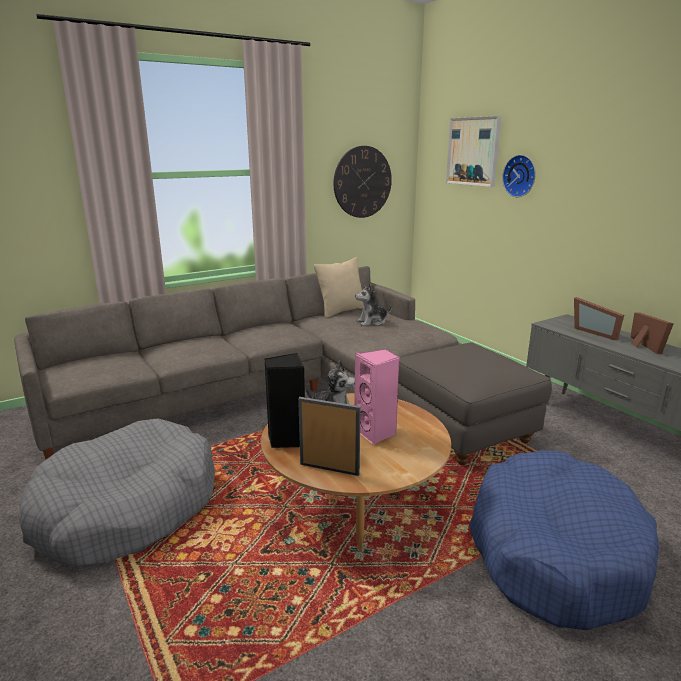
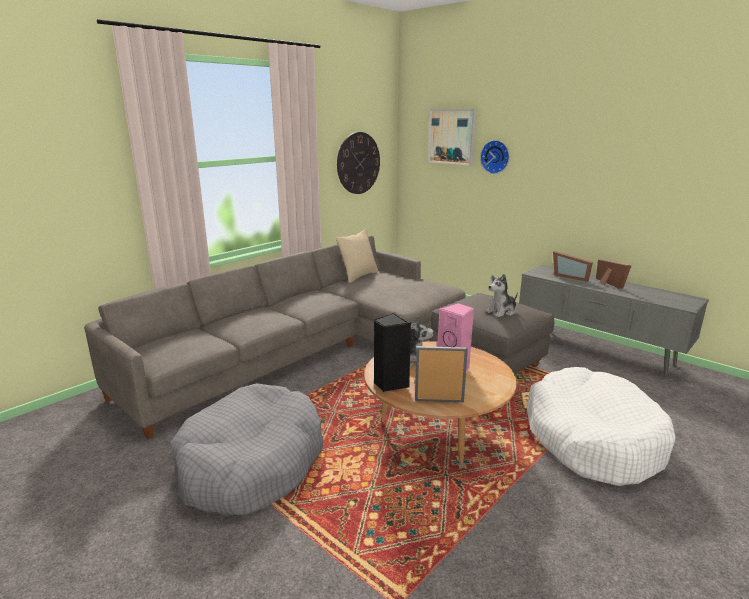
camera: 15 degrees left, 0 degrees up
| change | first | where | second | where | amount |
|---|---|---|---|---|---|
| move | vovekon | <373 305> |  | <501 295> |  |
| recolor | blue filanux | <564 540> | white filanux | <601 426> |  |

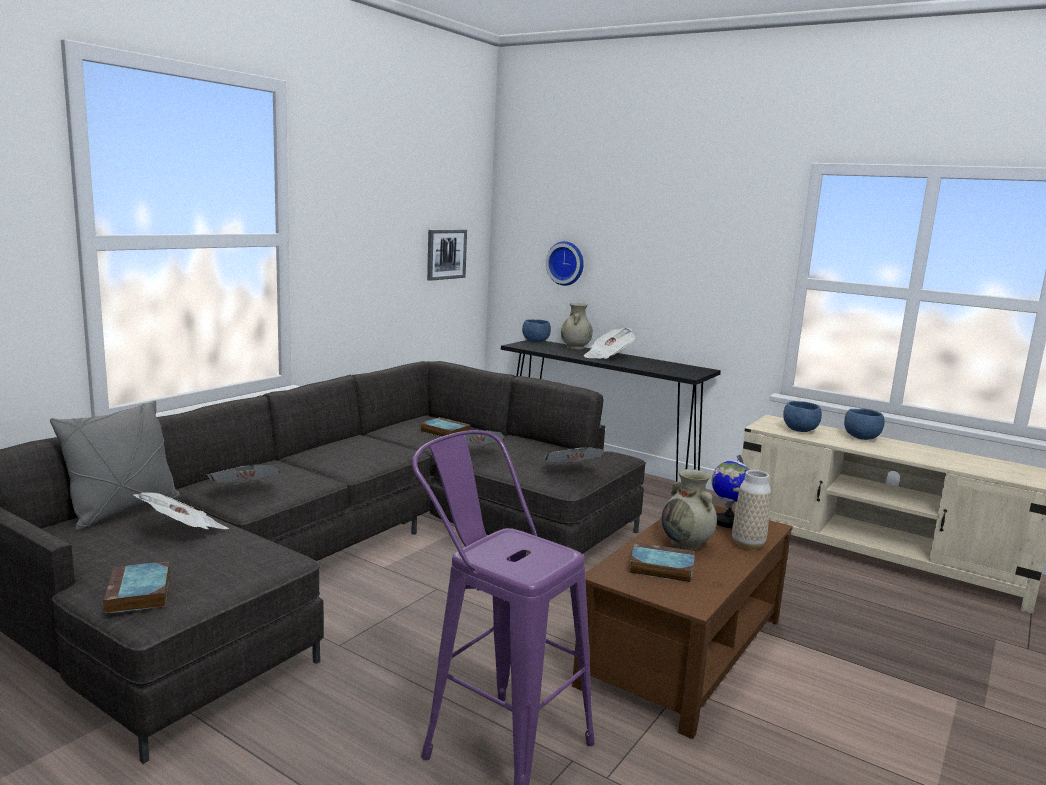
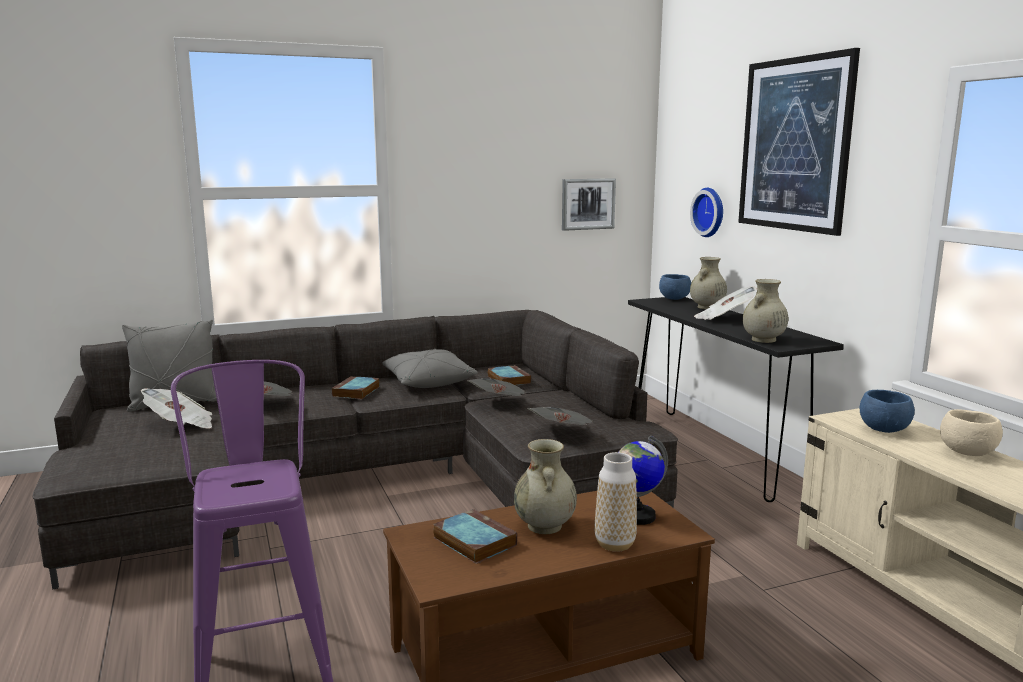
camera: 35 degrees right, 0 degrees up
| change | first | where | second | where | amount |
|---|---|---|---|---|---|
| move | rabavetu | <136 587> |  | <356 387> |  |
| recolor | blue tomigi | <864 424> | beige tomigi | <971 432> |  |
| insert |  |  | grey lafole | <430 368> |  |
| insert |  |  | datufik | <799 142> |  |
| insert |  |  | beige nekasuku | <765 311> |  |

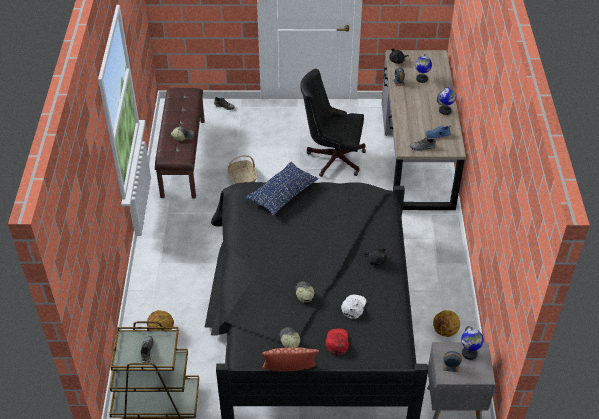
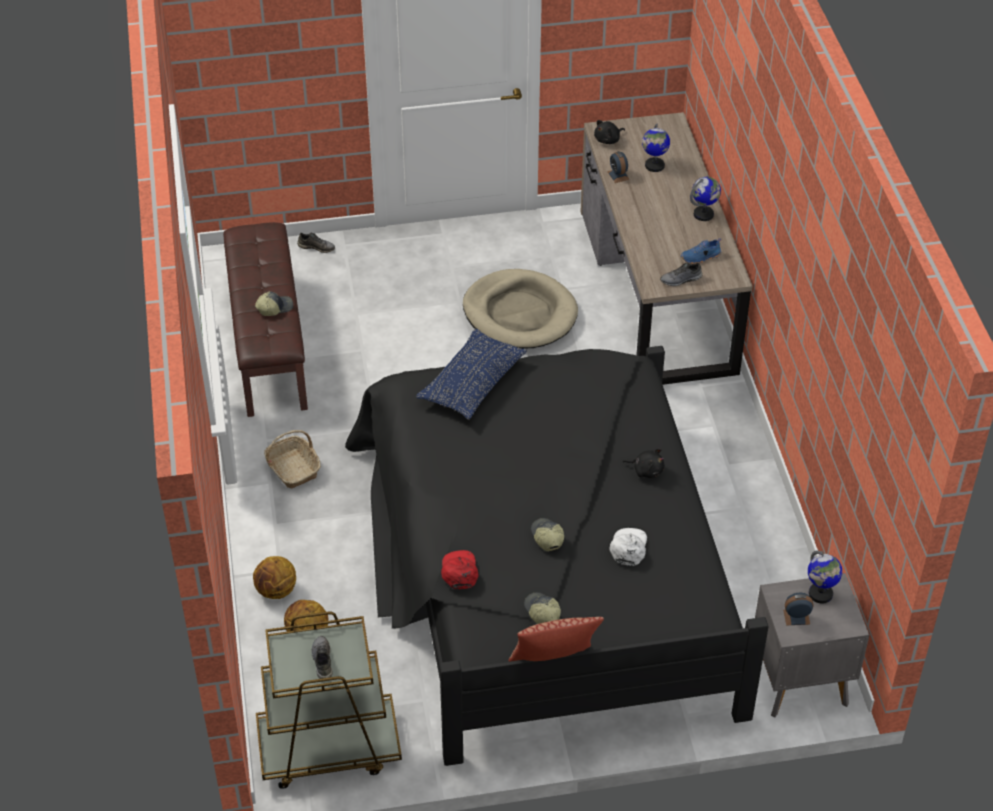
camera: 10 degrees left, 0 degrees up
| change | first | where | second | where | amount |
|---|---|---|---|---|---|
| move | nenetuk | <243 169> |  | <292 459> |  |
| replace | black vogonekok | <333 123> | beige filanux | <520 308> |  |
| move | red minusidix | <337 342> |  | <460 569> |  |
| move | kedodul | <446 323> |  | <274 577> |  |

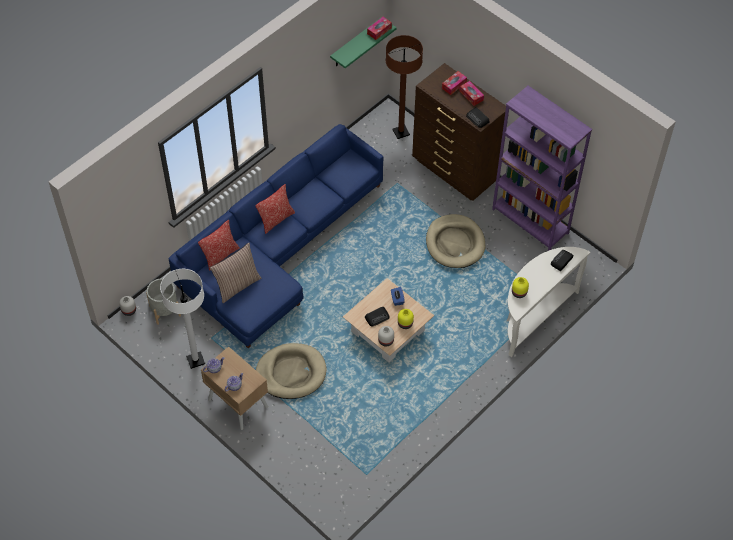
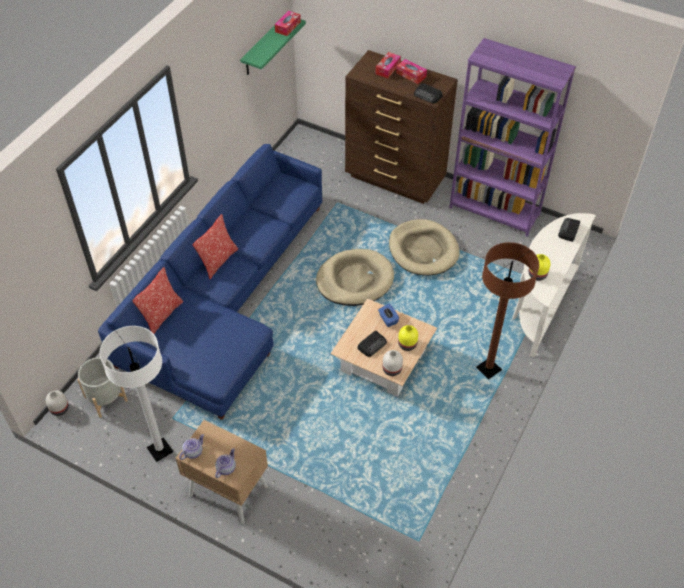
camera: 15 degrees left, 5 degrees down
| change | first | where | second | where | amount |
|---|---|---|---|---|---|
| delete | lafole | <236 273> |  |  |  |
| move | beige filanux | <291 371> |  | <355 277> |  |
| move | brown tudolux | <404 87> |  | <507 310> |  |

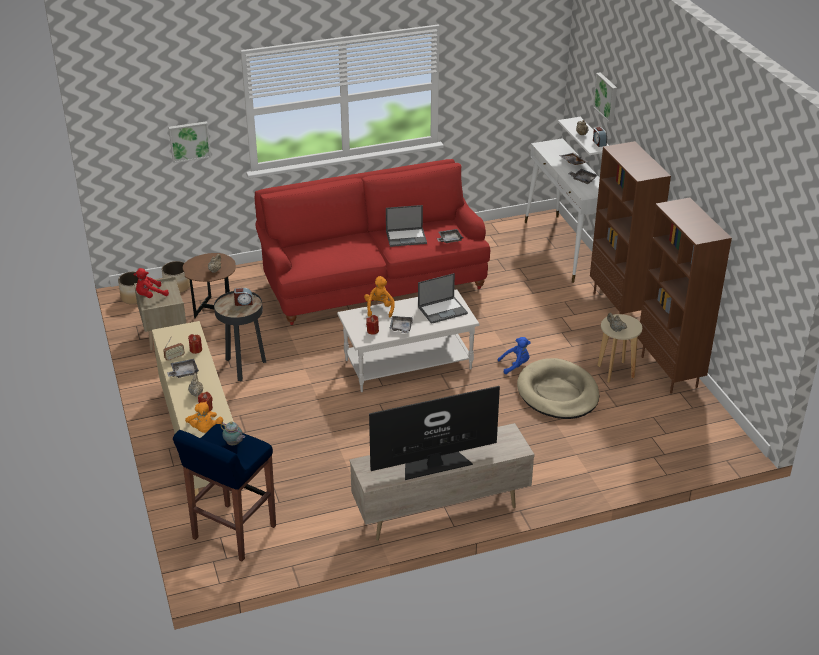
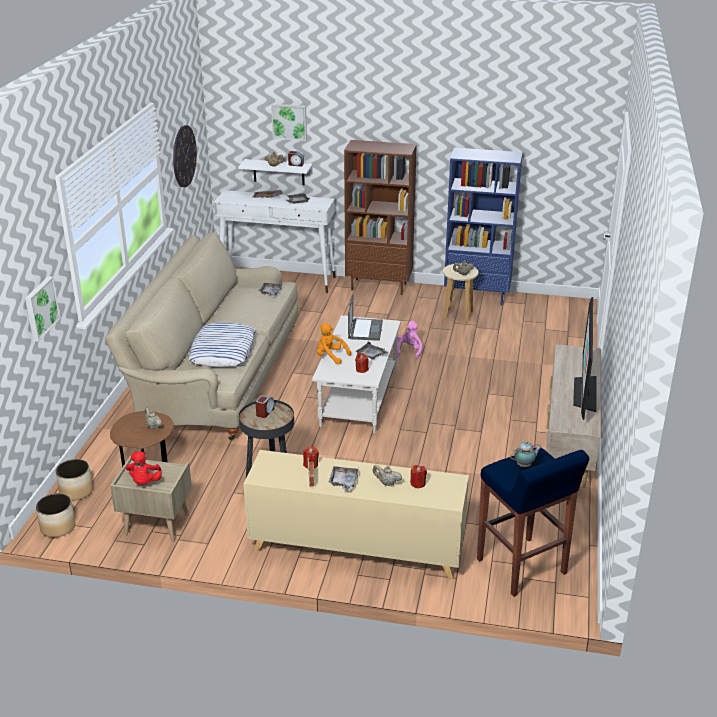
camera: 60 degrees left, 5 degrees down
| change | first | where | second | where | amount |
|---|---|---|---|---|---|
| delete | orange vovekon | <204 417> |  |  |  |
| recolor | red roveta | <372 242> | beige roveta | <201 336> |  |
| delete | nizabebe | <406 226> |  |  |  |
| recolor | blue vovekon | <514 355> | pink vovekon | <410 340> |  |
| delete | beige filanux | <558 388> |  |  |  |
| recolor | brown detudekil | <685 296> | blue detudekil | <483 227> |  |
| insert |  |  | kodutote | <185 156> |  |
| insert |  |  | lafole | <222 344> |  |

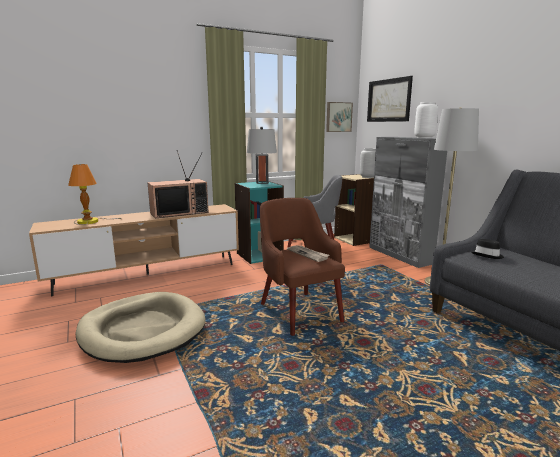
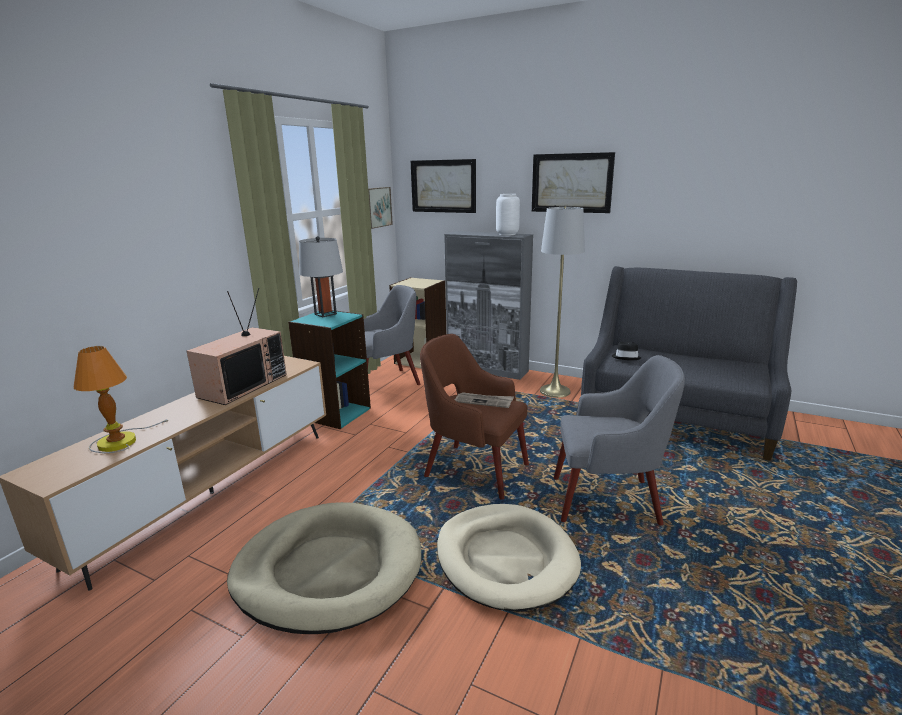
camera: 35 degrees left, 5 degrees up
| change | first | where | second | where | amount |
|---|---|---|---|---|---|
| delete | grey nekasuku | <368 163> |  |  |  |
| insert |  |  | beige filanux | <509 557> |  |
| insert |  |  | datufik | <573 182> |  |
| insert |  |  | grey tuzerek | <619 440> |  |

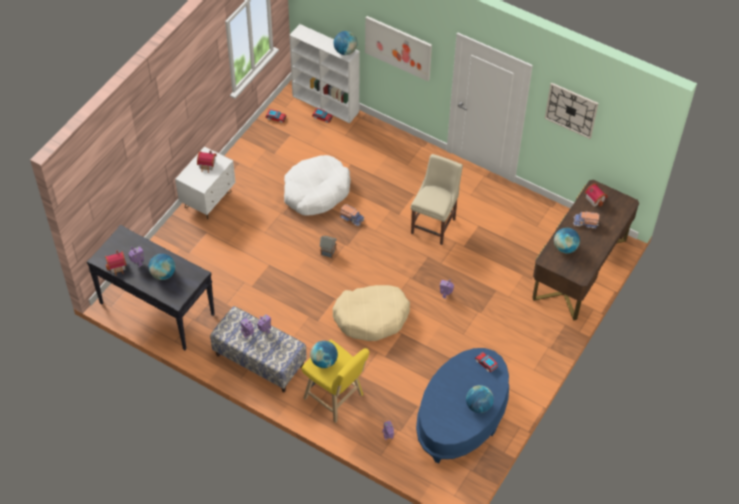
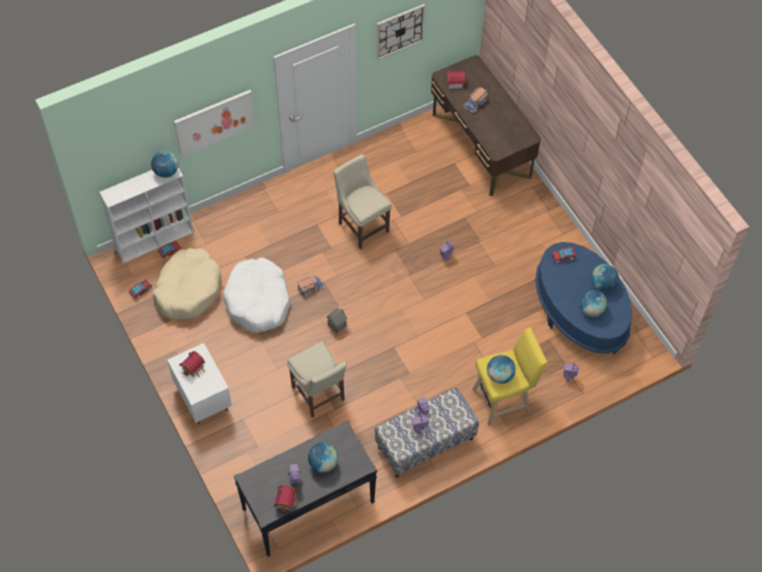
camera: 60 degrees left, 5 degrees up
| change | first | where | second | where | amount |
|---|---|---|---|---|---|
| move | beige filanux | <371 313> |  | <187 284> |  |
| move | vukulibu | <567 240> |  | <594 303> |  |
| insert |  |  | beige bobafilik | <317 379> |  |

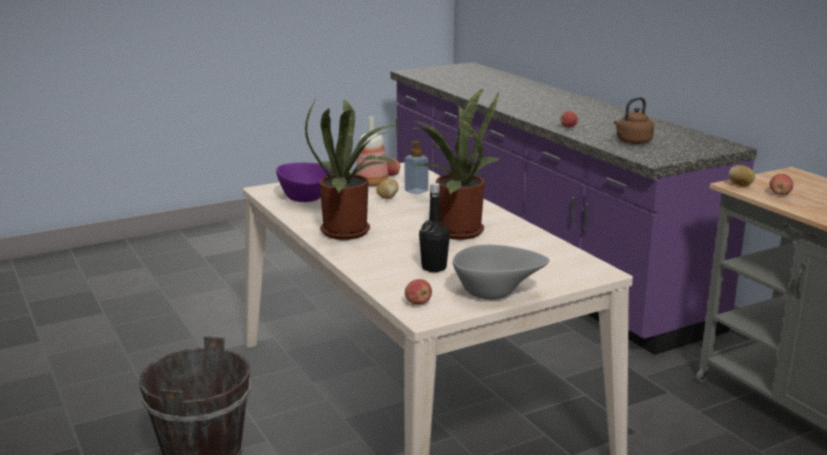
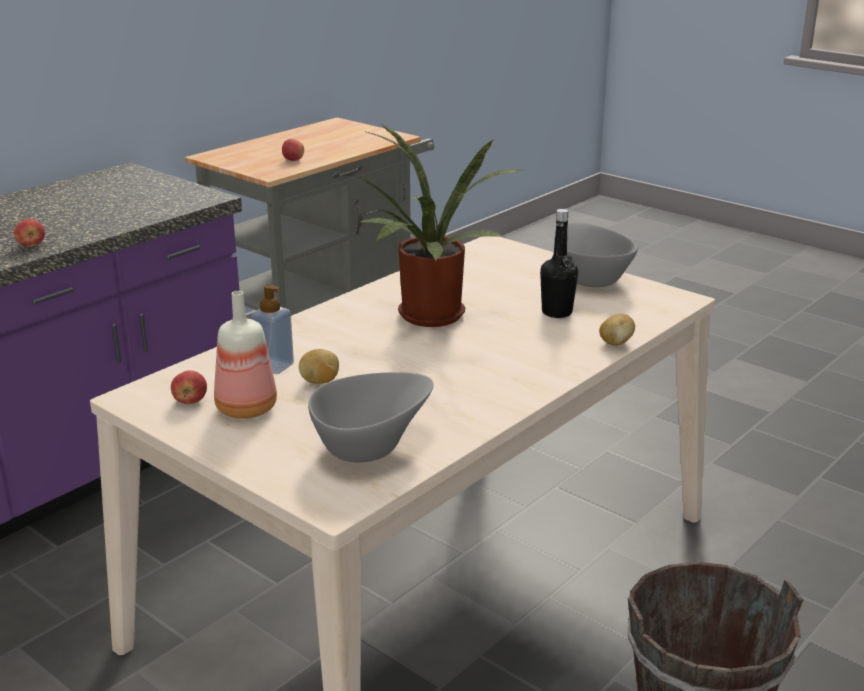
camera: 110 degrees left, 5 degrees up
| change | first | where | second | where | amount |
|---|---|---|---|---|---|
| recolor | purple tomigi | <304 182> | grey tomigi | <371 417> |  |
| delete | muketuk | <352 169> |  |  |  |
| delete | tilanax | <418 292> |  |  |  |
| delete | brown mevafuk | <634 120> |  |  |  |
| move | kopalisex | <742 175> |  | <617 330> |  |

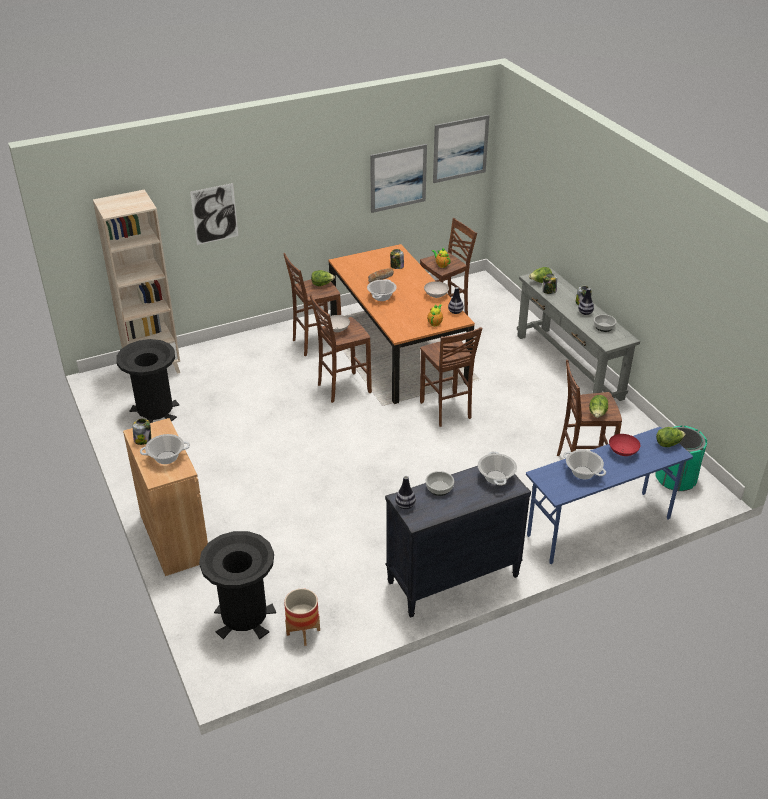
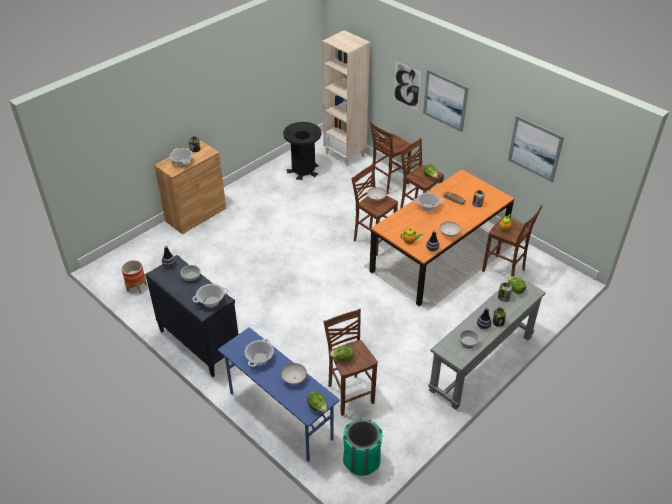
camera: 70 degrees right, 5 degrees up
| change | first | where | second | where | amount |
|---|---|---|---|---|---|
| delete | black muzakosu | <237 585> |  |  |  |
| move | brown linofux | <451 377> |  | <390 158> |  |
| move | datufik | <461 149> |  | <446 100> |  |
| recolor | red tomigi | <624 445> | white tomigi | <294 373> |  |

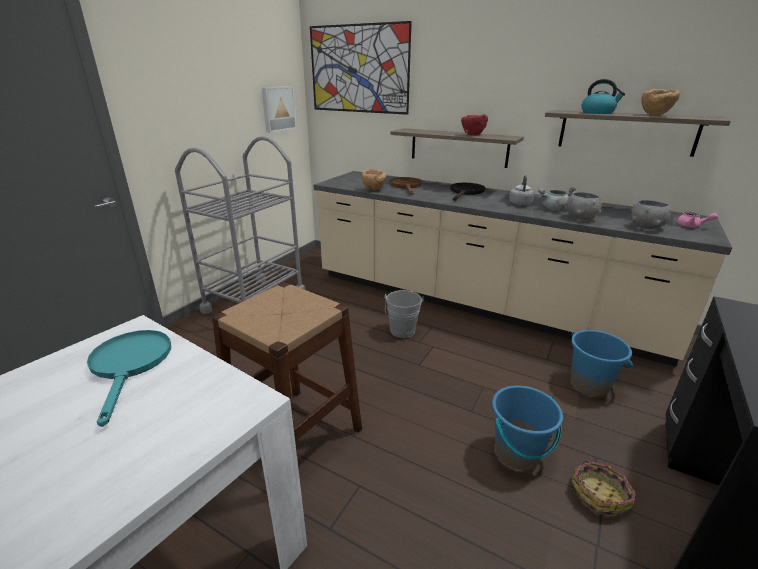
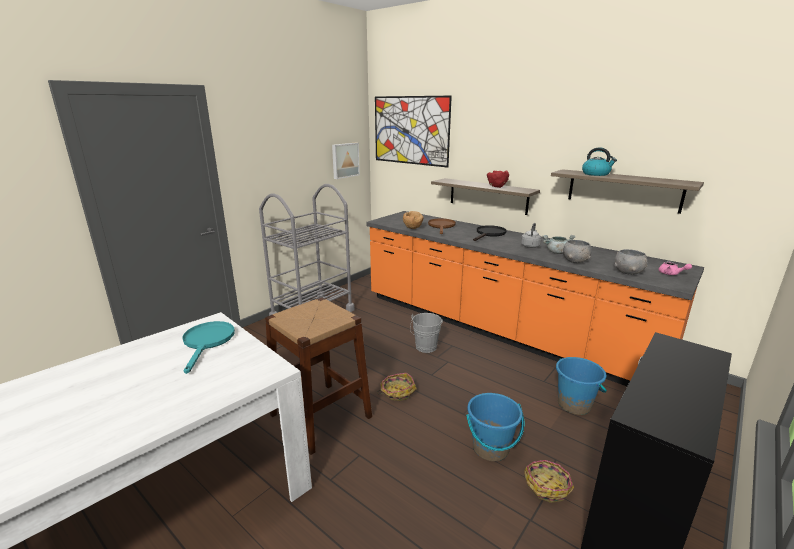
camera: 10 degrees right, 5 degrees down
| change | first | where | second | where | amount |
|---|---|---|---|---|---|
| recolor | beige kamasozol | <523 269> | orange kamasozol | <535 298> |  |
| delete | brown tomigi | <661 102> |  |  |  |
| insert |  |  | nenetuk | <397 387> |  |

